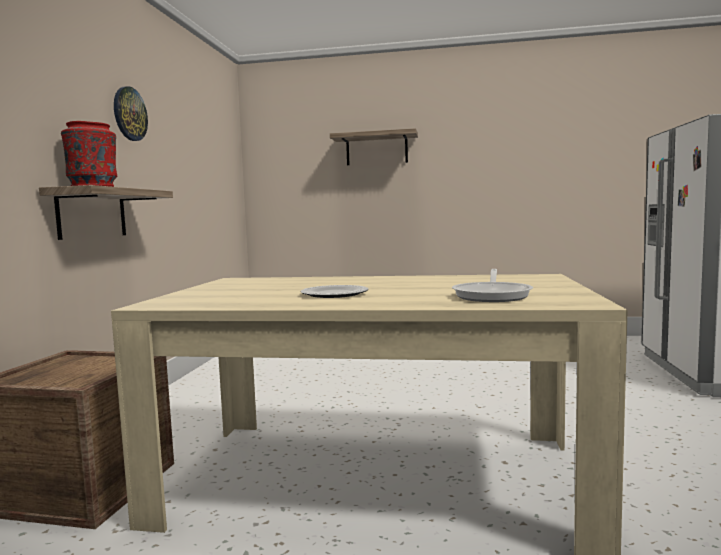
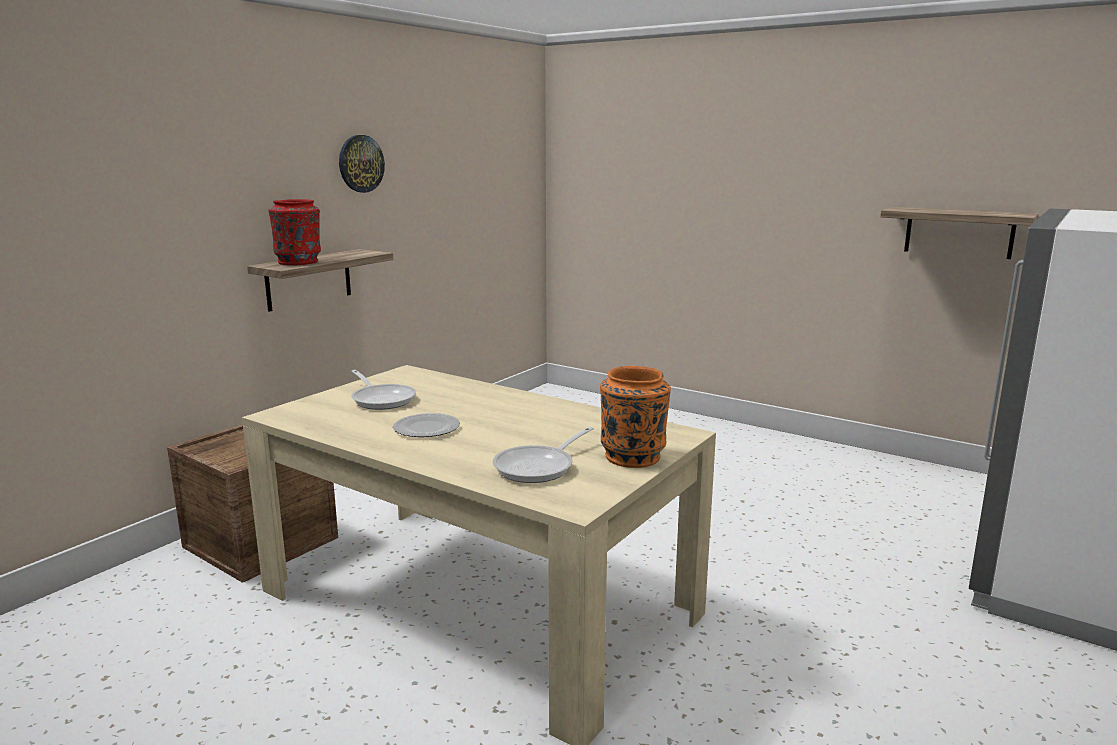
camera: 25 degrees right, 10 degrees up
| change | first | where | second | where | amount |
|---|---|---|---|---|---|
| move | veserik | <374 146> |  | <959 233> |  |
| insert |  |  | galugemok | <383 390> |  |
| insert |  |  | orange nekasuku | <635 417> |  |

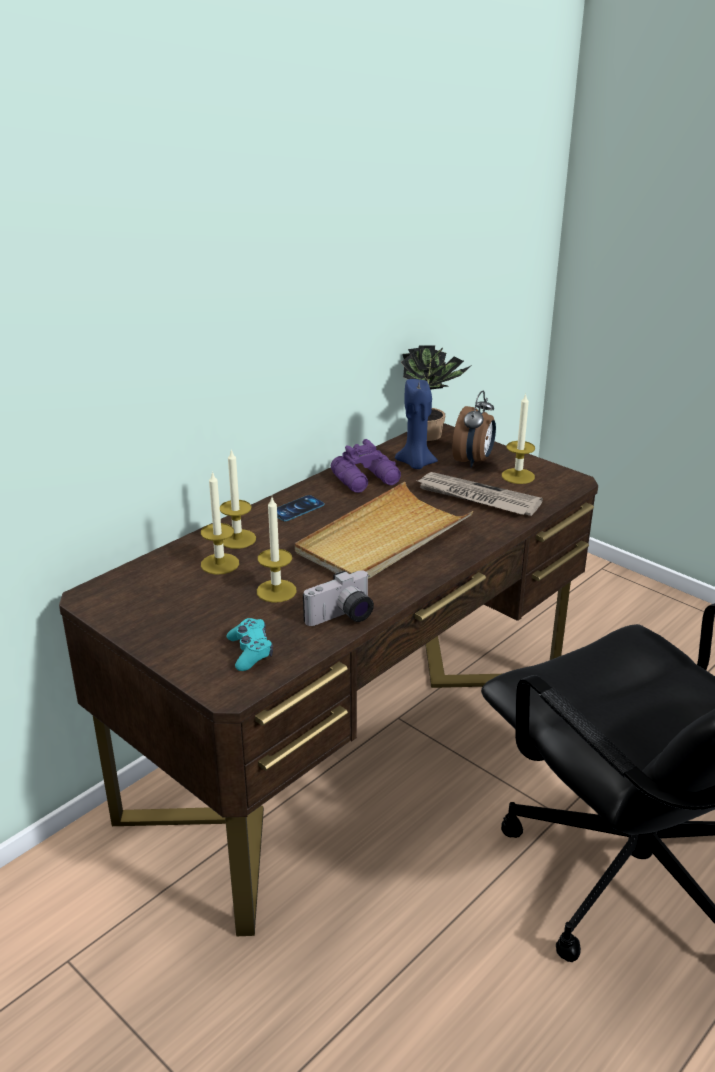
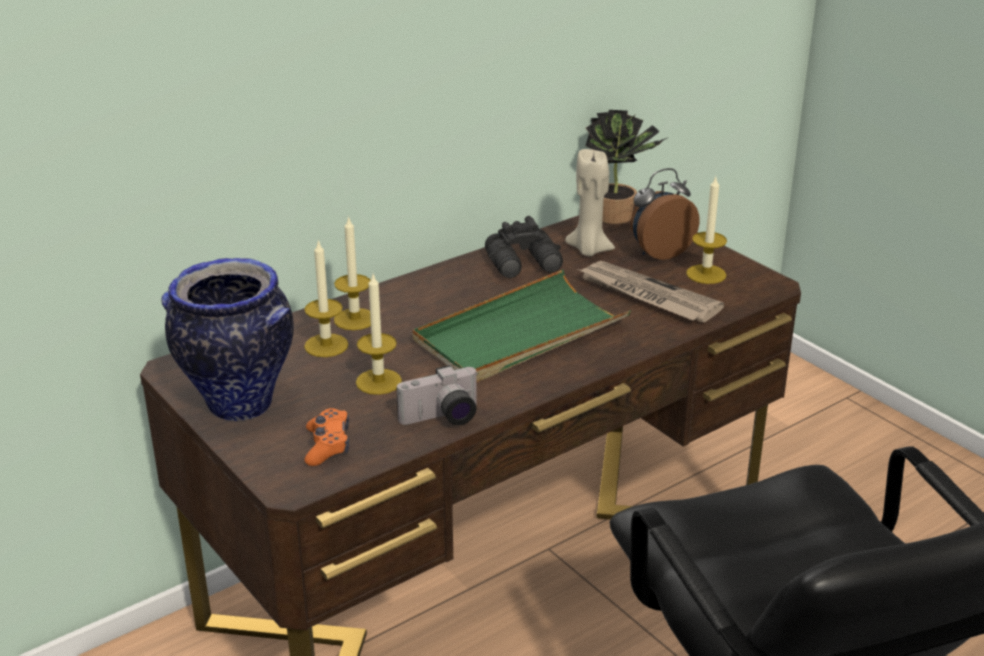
camera: 10 degrees right, 0 degrees up
| change | first | where | second | where | amount |
|---|---|---|---|---|---|
| recolor | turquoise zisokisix | <250 644> | orange zisokisix | <327 437> |  |
| delete | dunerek | <301 508> |  |  |  |
| recolor | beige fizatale | <384 530> | green fizatale | <522 326> |  |
| recolor | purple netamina | <366 466> | black netamina | <524 247> |  |
| recolor | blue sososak | <416 424> | beige sososak | <590 202> |  |
| rotate | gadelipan | <474 429> |  | <665 214> | 150 degrees counterclockwise |
| insert |  |  | nekasuku | <227 339> |  |

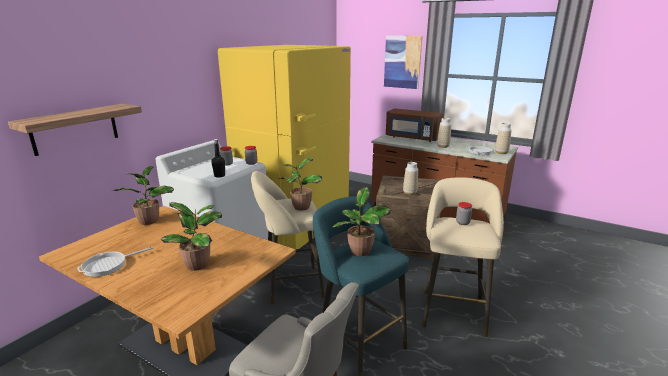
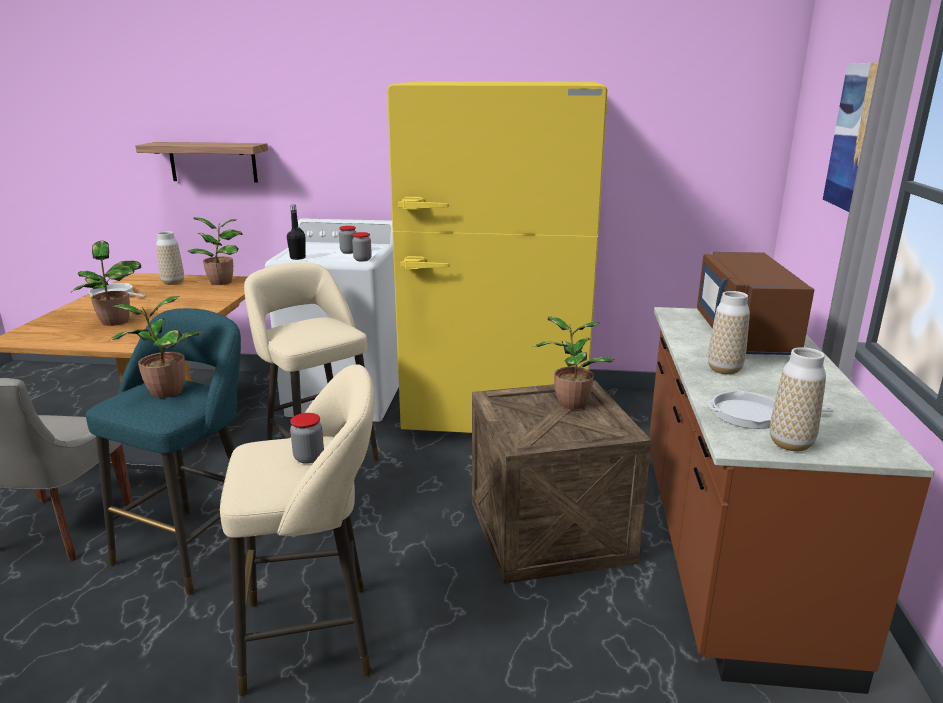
camera: 65 degrees right, 0 degrees up
| change | first | where | second | where | amount |
|---|---|---|---|---|---|
| move | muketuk | <300 183> |  | <573 363> |  |
| move | nekasuku | <410 178> |  | <170 258> |  |

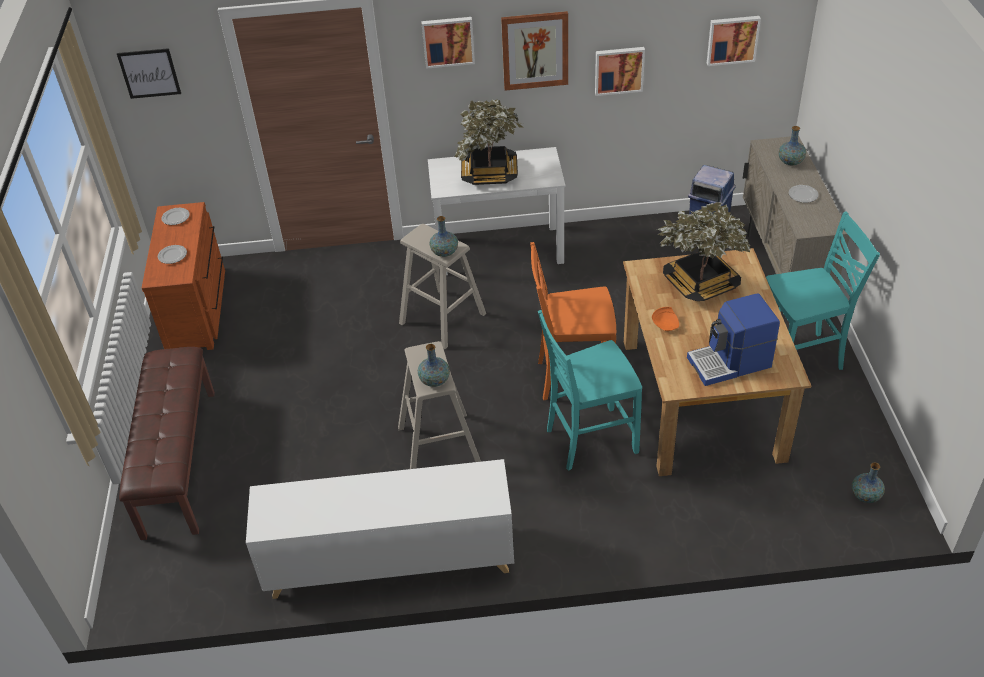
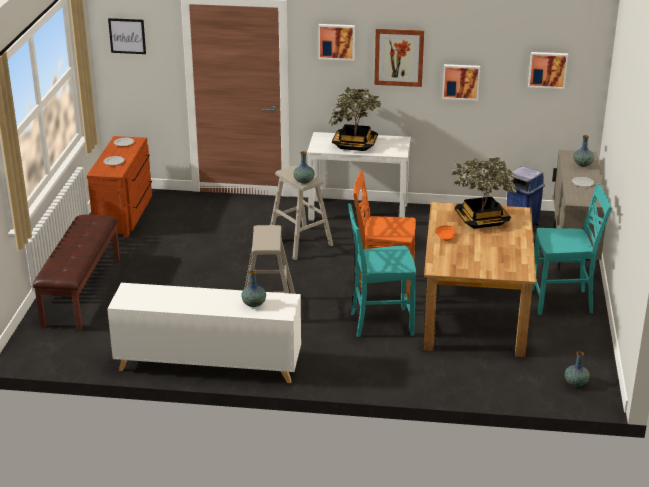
camera: 10 degrees right, 15 degrees down
| change | first | where | second | where | amount |
|---|---|---|---|---|---|
| move | nekasuku | <434 365> |  | <253 289> |  |
| delete | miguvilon | <733 339> |  |  |  |

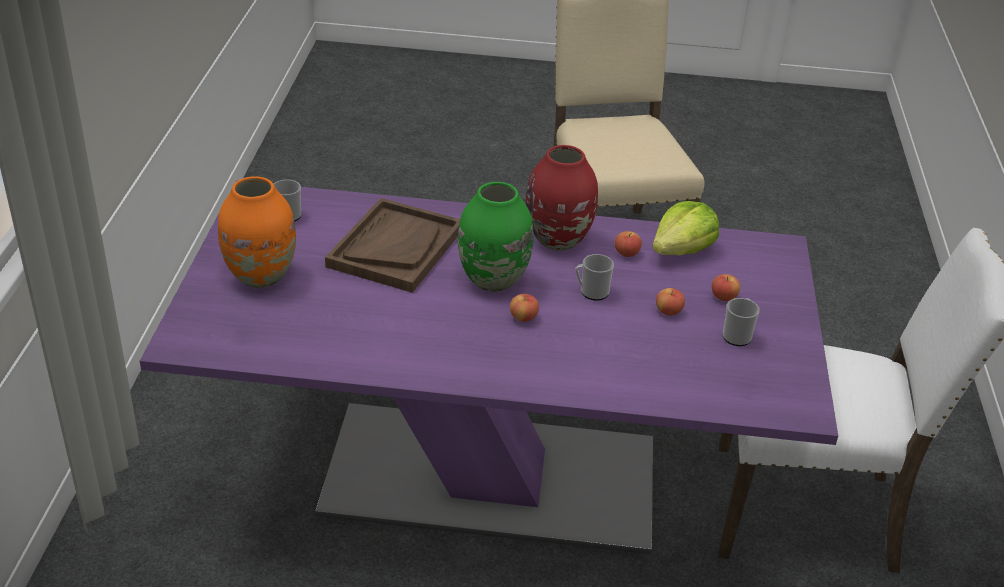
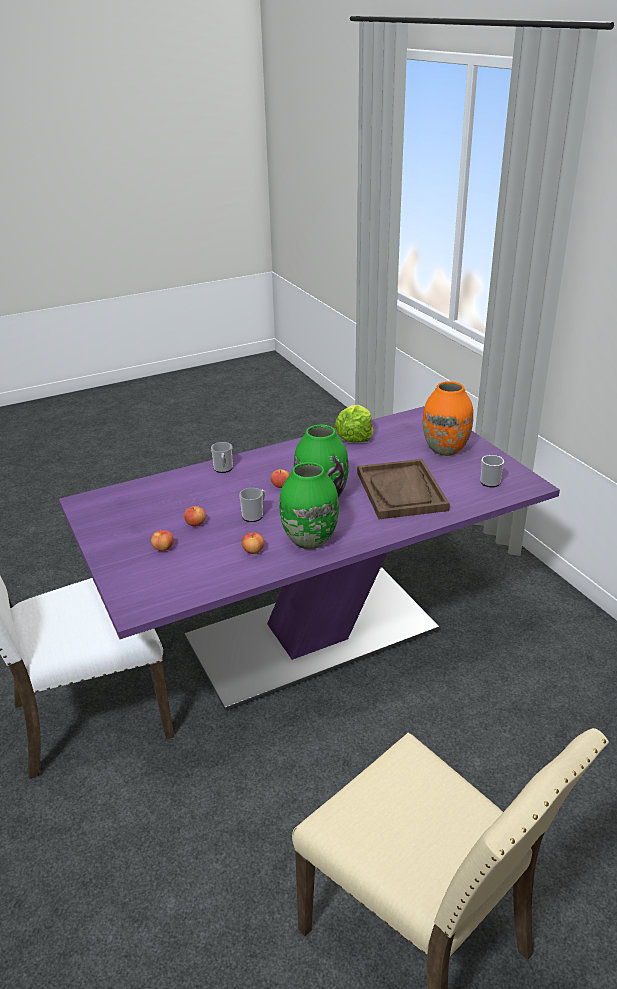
camera: 150 degrees right, 5 degrees down
| change | first | where | second | where | amount |
|---|---|---|---|---|---|
| recolor | red nekasuku | <562 198> | green nekasuku | <309 505> |  |
| move | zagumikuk | <685 228> |  | <353 423> |  |
| move | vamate | <741 322> |  | <222 457> |  |

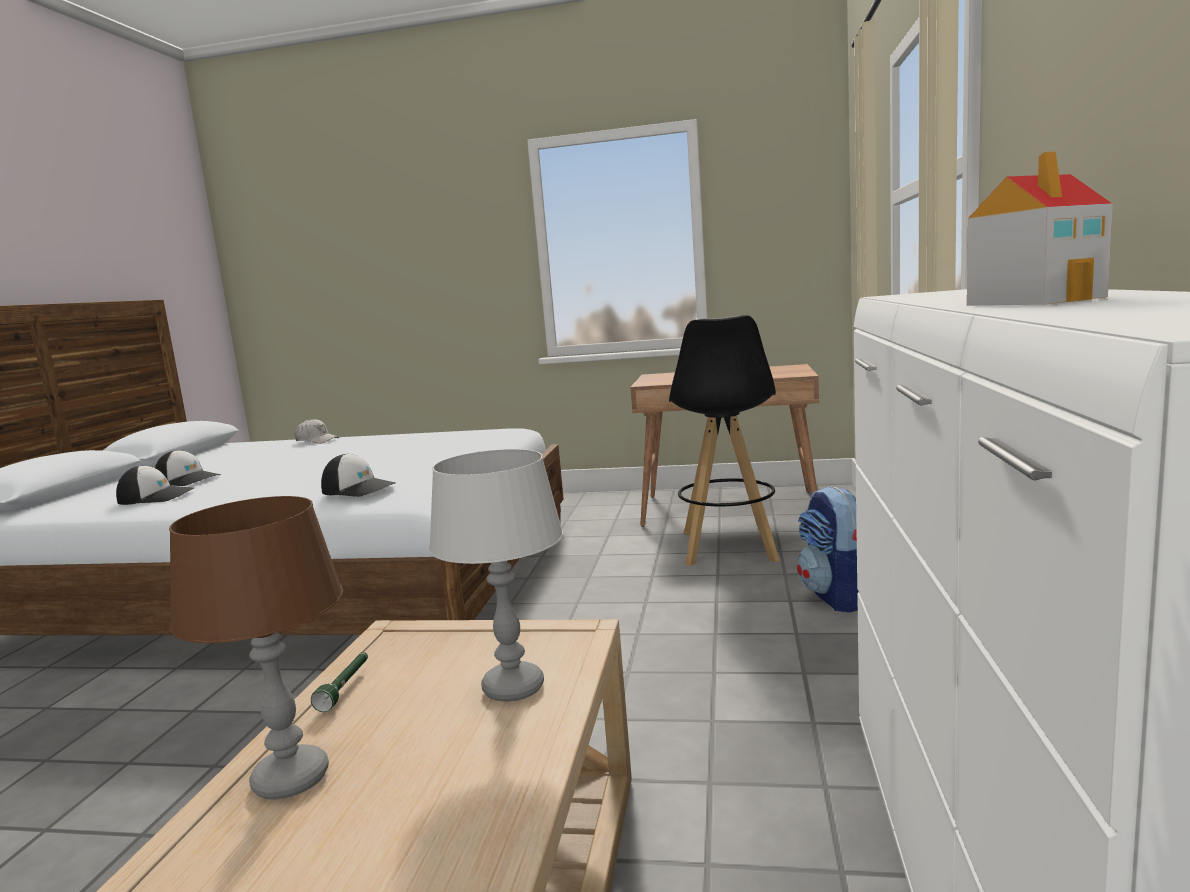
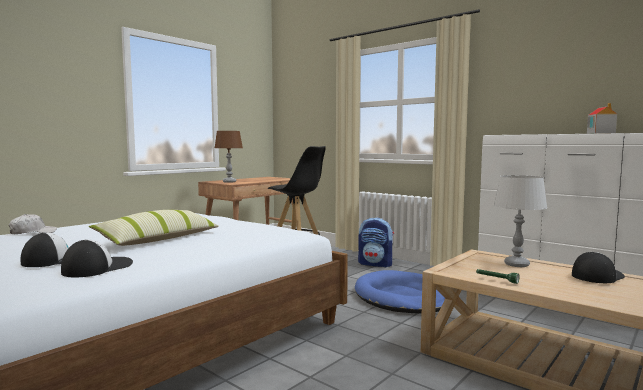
camera: 60 degrees left, 5 degrees down
| change | first | where | second | where | amount |
|---|---|---|---|---|---|
| move | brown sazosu | <256 648> |  | <229 157> |  |
| move | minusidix | <358 475> |  | <598 267> |  |
| insert |  |  | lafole | <154 228> |  |
| insert |  |  | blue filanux | <400 292> |  |

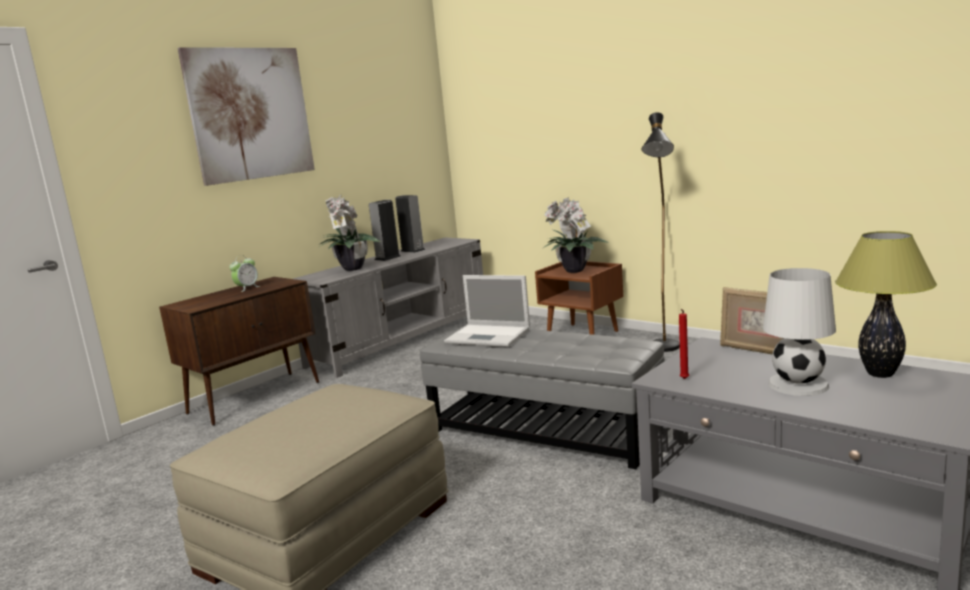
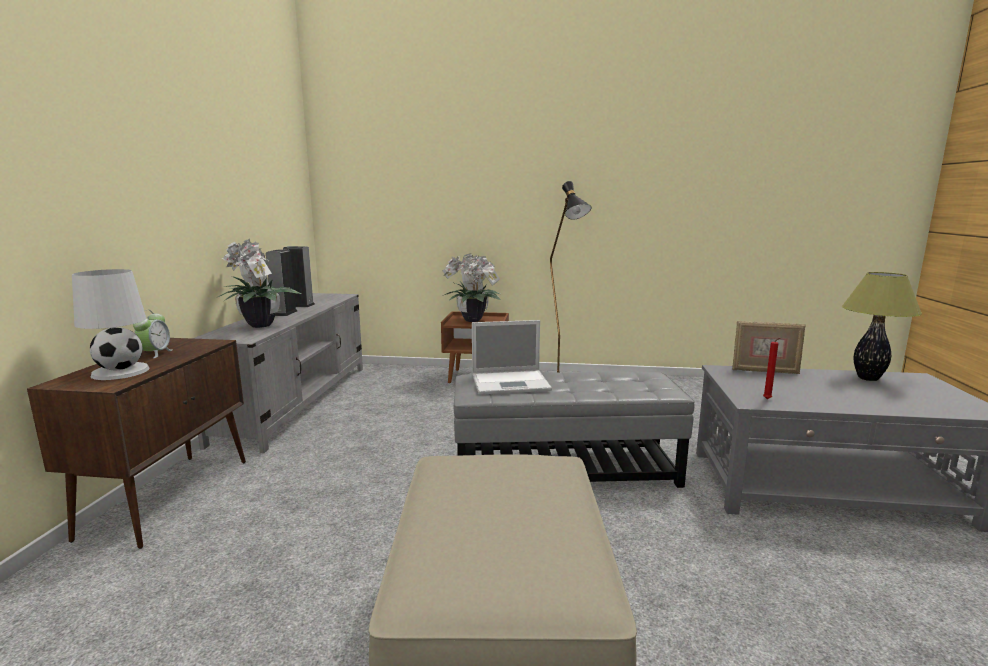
camera: 35 degrees left, 0 degrees up
| change | first | where | second | where | amount |
|---|---|---|---|---|---|
| delete | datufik | <246 116> |  |  |  |
| move | white sazosu | <799 332> |  | <111 324> |  |

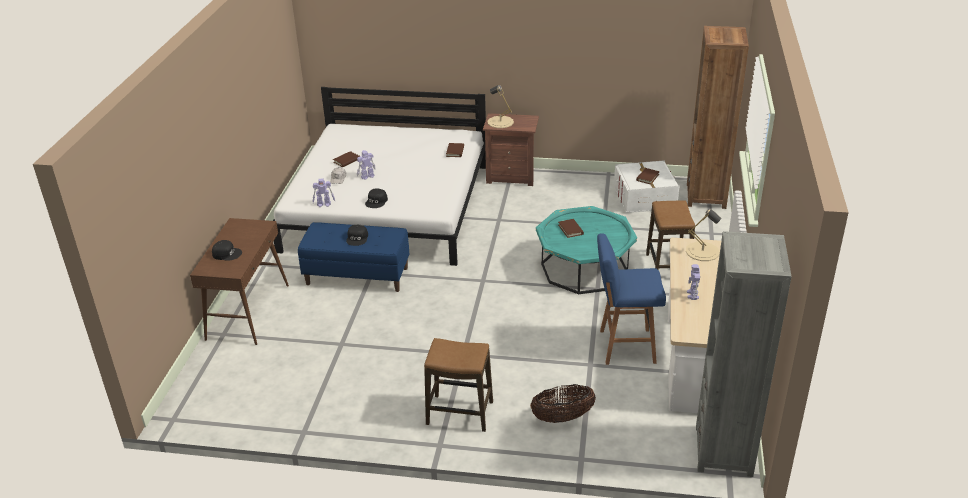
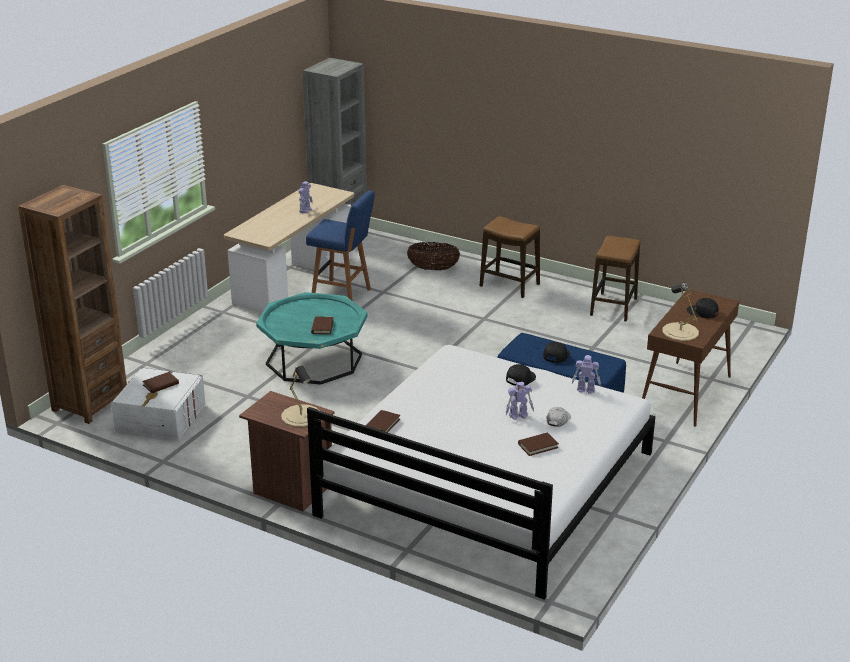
camera: 160 degrees left, 5 degrees down
| change | first | where | second | where | amount |
|---|---|---|---|---|---|
| move | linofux | <670 235> |  | <615 279> |  |
| move | beige sazosu | <703 235> |  | <681 311> |  |

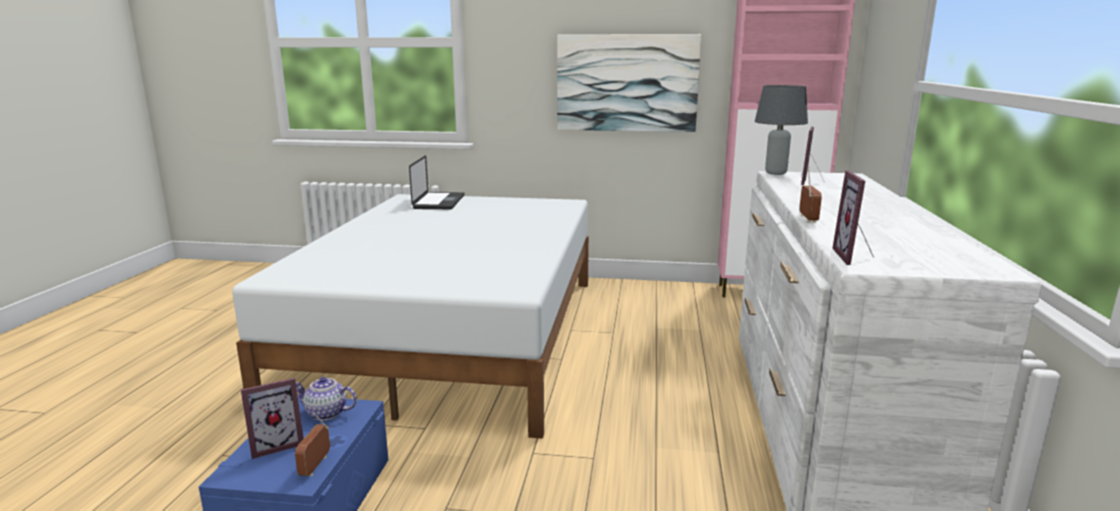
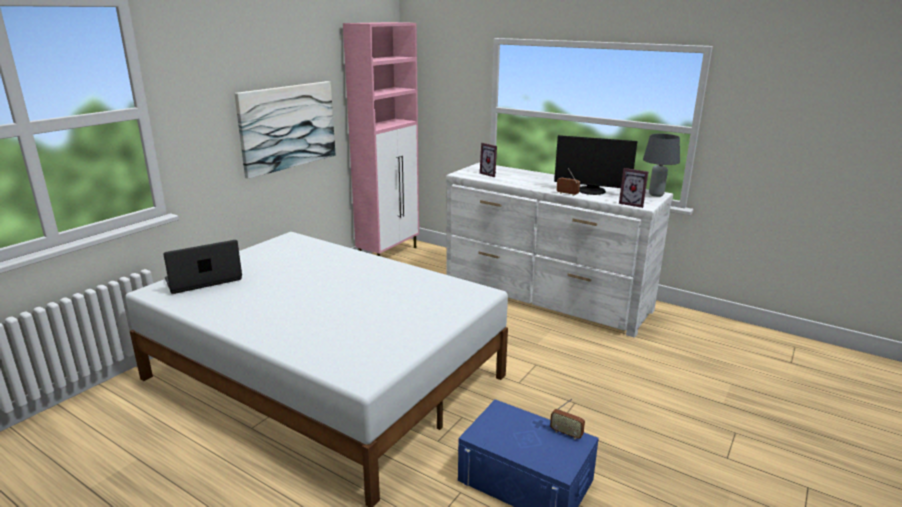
camera: 65 degrees left, 5 degrees up
| change | first | where | second | where | amount |
|---|---|---|---|---|---|
| delete | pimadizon | <272 418> |  |  |  |
| delete | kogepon | <326 399> |  |  |  |
| rotate | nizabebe | <436 182> |  | <202 267> | 60 degrees counterclockwise |
| move | grey sazosu | <781 130> |  | <661 165> |  |
| insert |  |  | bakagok | <595 165> |  |

